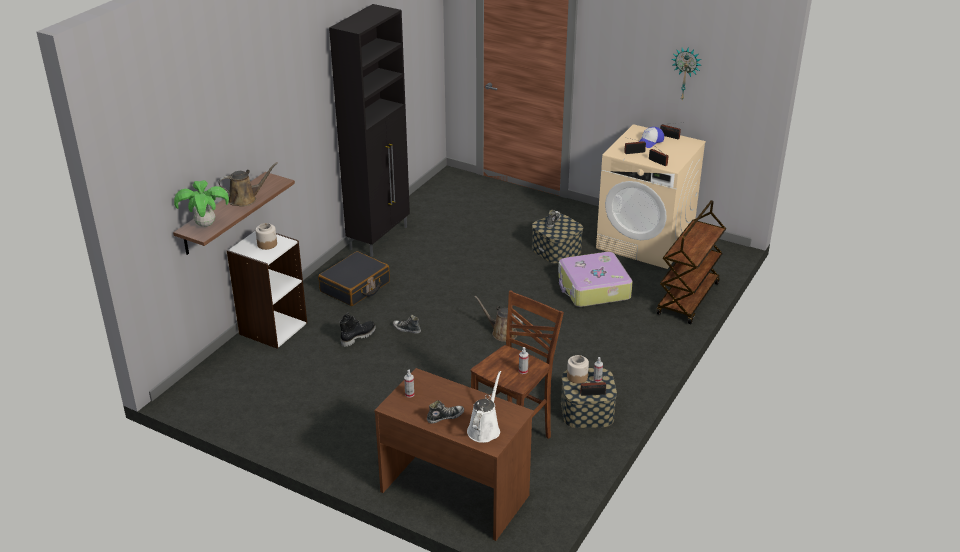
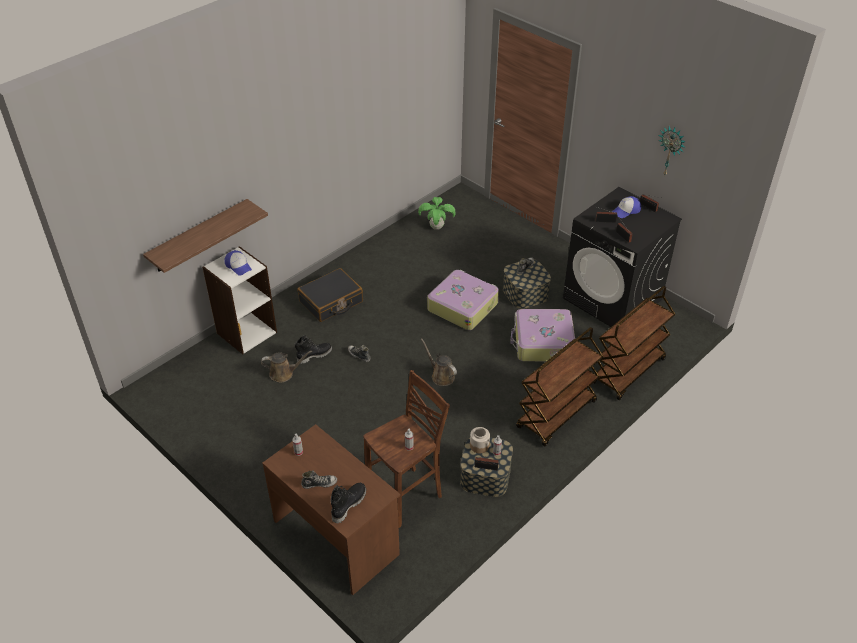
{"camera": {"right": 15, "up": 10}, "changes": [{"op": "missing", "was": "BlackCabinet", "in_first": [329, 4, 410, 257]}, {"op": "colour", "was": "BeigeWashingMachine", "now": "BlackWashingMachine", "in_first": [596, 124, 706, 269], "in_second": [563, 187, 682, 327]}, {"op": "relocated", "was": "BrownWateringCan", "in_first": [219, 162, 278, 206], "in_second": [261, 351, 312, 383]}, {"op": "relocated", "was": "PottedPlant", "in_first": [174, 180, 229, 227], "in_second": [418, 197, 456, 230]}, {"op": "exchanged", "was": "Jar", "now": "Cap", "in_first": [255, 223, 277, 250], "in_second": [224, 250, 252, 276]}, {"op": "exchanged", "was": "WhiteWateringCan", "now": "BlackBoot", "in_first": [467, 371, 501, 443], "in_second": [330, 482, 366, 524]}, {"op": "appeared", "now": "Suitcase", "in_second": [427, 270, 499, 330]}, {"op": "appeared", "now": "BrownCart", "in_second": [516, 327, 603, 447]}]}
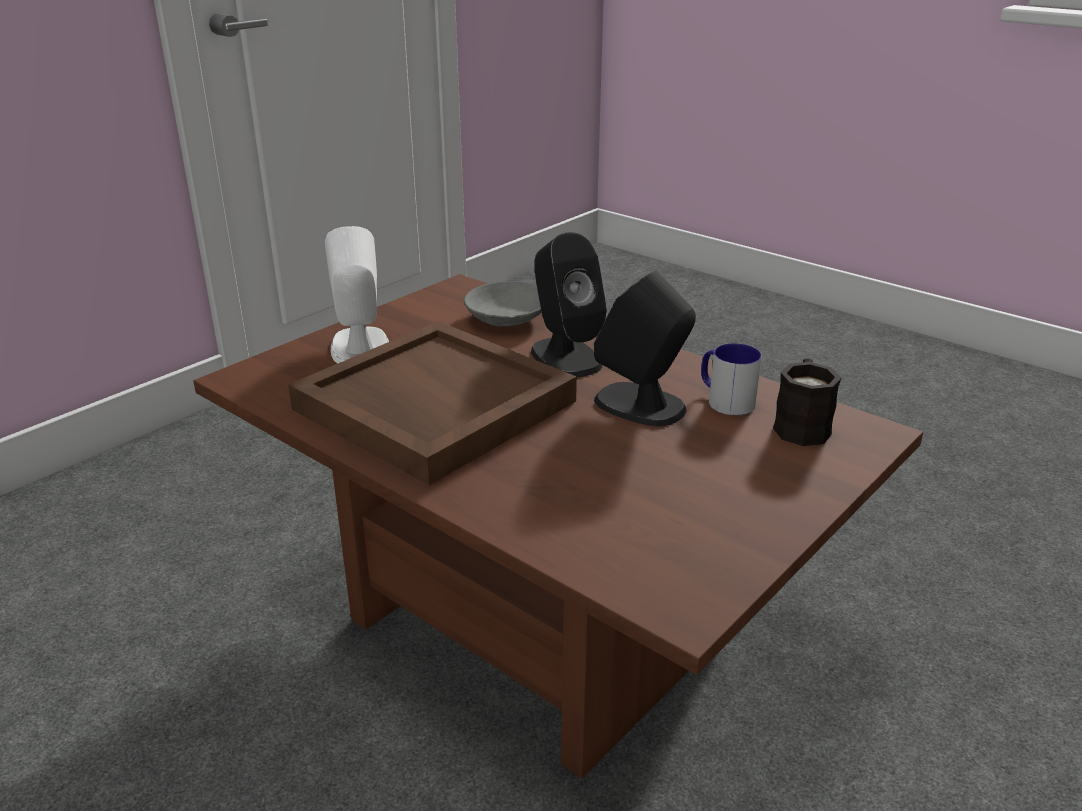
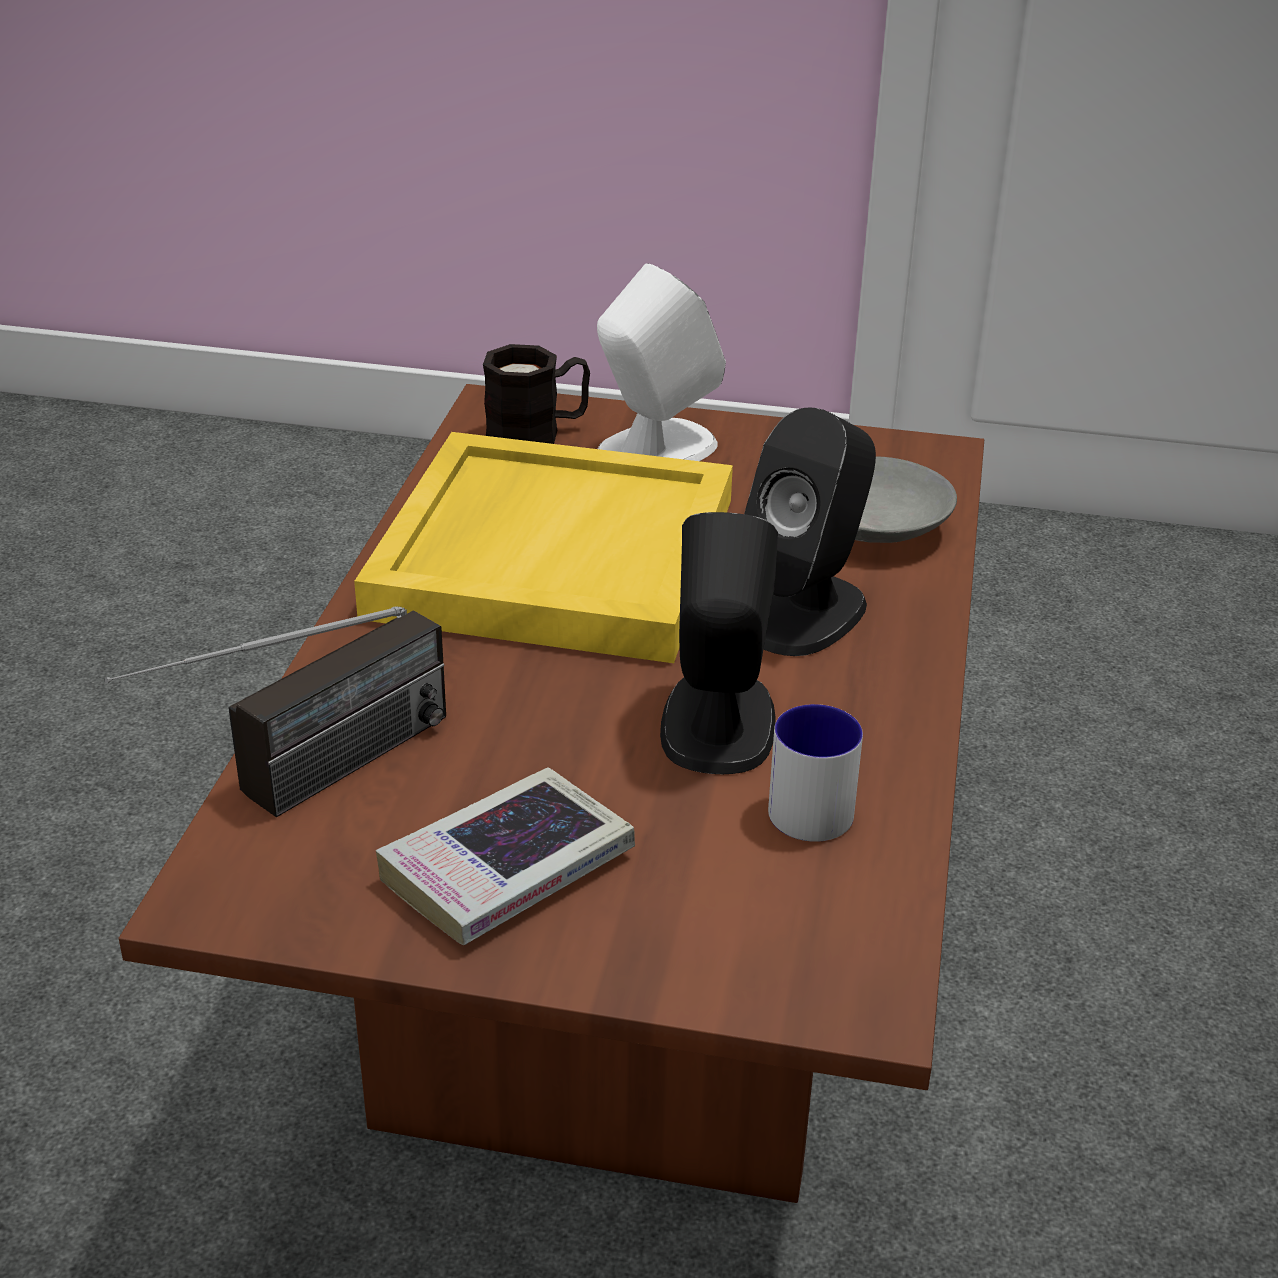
{"camera": {"right": 60, "up": 5}, "changes": [{"op": "colour", "was": "BrownTray", "now": "YellowTray", "in_first": [288, 321, 577, 485], "in_second": [354, 432, 733, 663]}, {"op": "relocated", "was": "BlackMug", "in_first": [773, 358, 841, 446], "in_second": [483, 344, 590, 444]}, {"op": "appeared", "now": "Radio", "in_second": [105, 606, 446, 817]}, {"op": "appeared", "now": "Book", "in_second": [376, 768, 635, 945]}]}
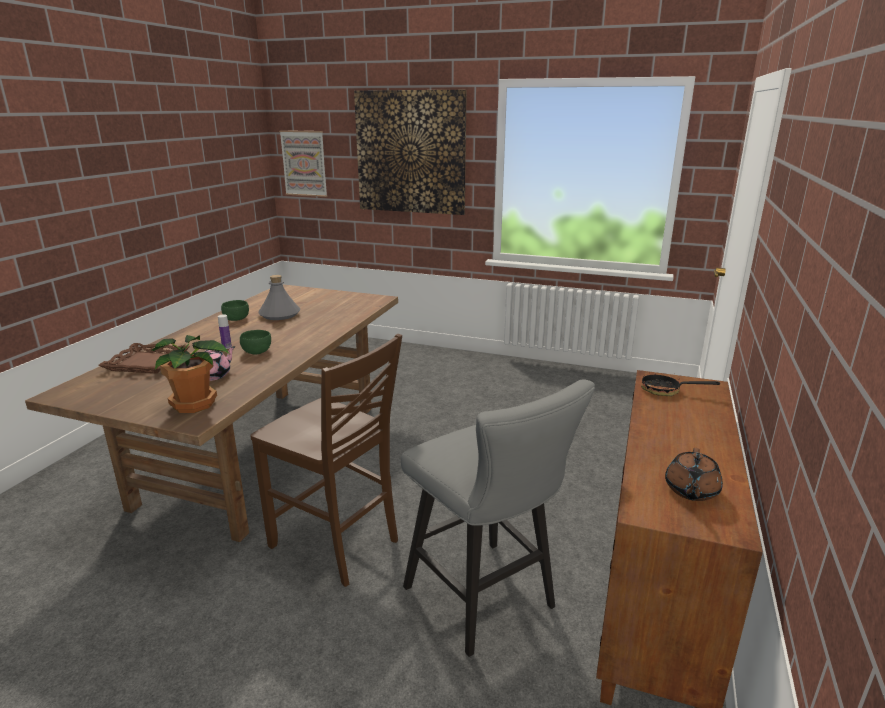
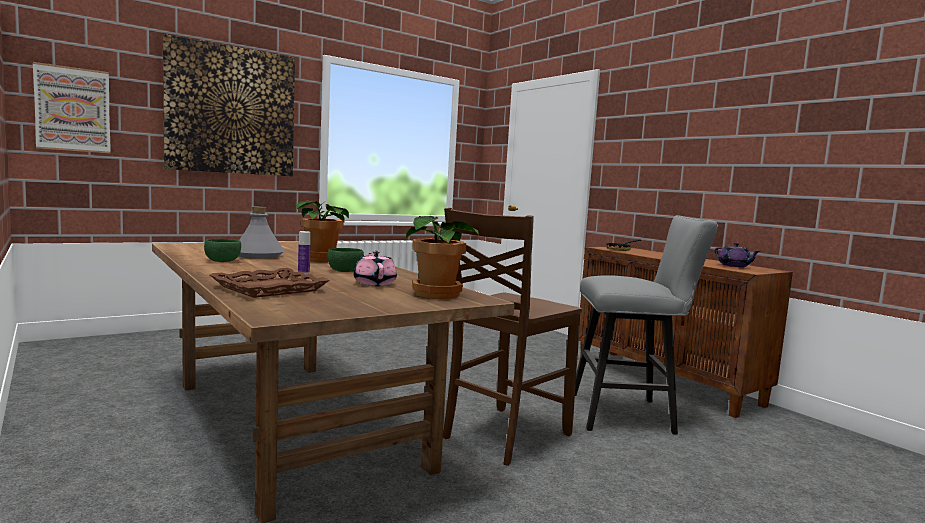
{"camera": {"right": -55, "up": -15}, "changes": [{"op": "spun", "was": "BrownChair", "in_first": [250, 334, 402, 587], "in_second": [443, 208, 582, 466], "clockwise": 150}, {"op": "colour", "was": "BrownTeapot", "now": "PurpleTeapot", "in_first": [665, 448, 723, 501], "in_second": [715, 243, 760, 267]}, {"op": "appeared", "now": "PottedPlant", "in_second": [296, 201, 349, 262]}]}
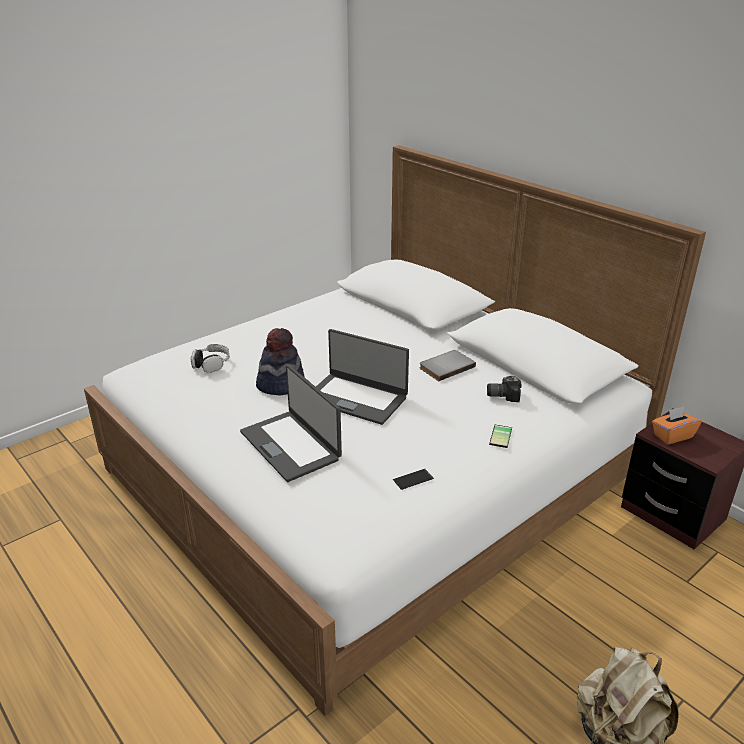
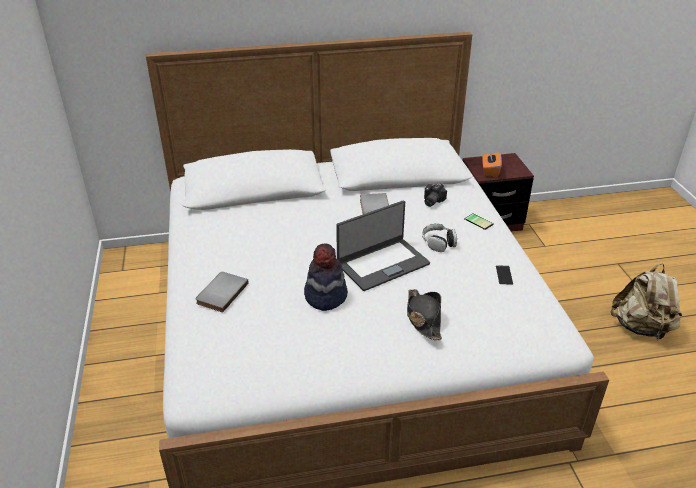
{"camera": {"right": -60, "up": 5}, "changes": [{"op": "relocated", "was": "Headphones", "in_first": [191, 344, 230, 373], "in_second": [422, 223, 457, 252]}, {"op": "exchanged", "was": "Laptop", "now": "BlackHat", "in_first": [240, 365, 342, 482], "in_second": [407, 289, 442, 340]}, {"op": "appeared", "now": "GreyBook", "in_second": [195, 272, 249, 313]}]}
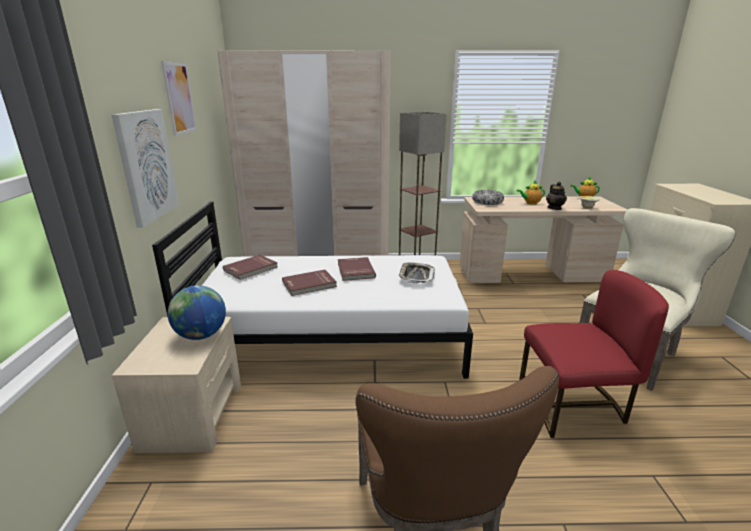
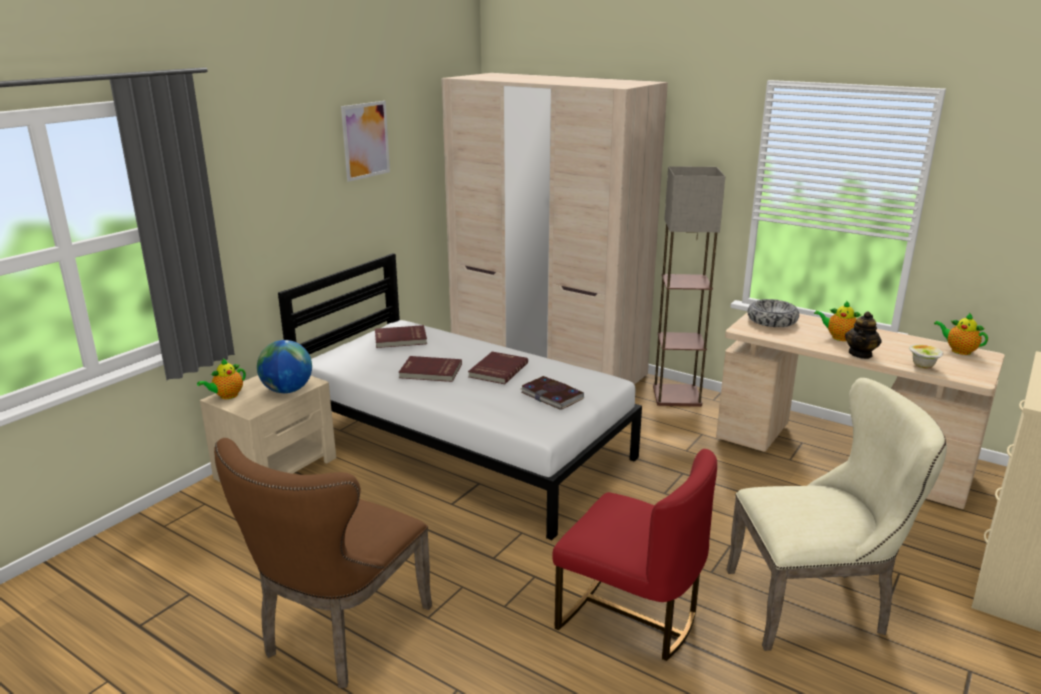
{"camera": {"right": 35, "up": 0}, "changes": [{"op": "missing", "was": "Picture", "in_first": [112, 109, 180, 228]}, {"op": "exchanged", "was": "Tray", "now": "Book", "in_first": [399, 262, 435, 284], "in_second": [520, 376, 584, 410]}, {"op": "appeared", "now": "Teapot", "in_second": [197, 358, 246, 399]}]}
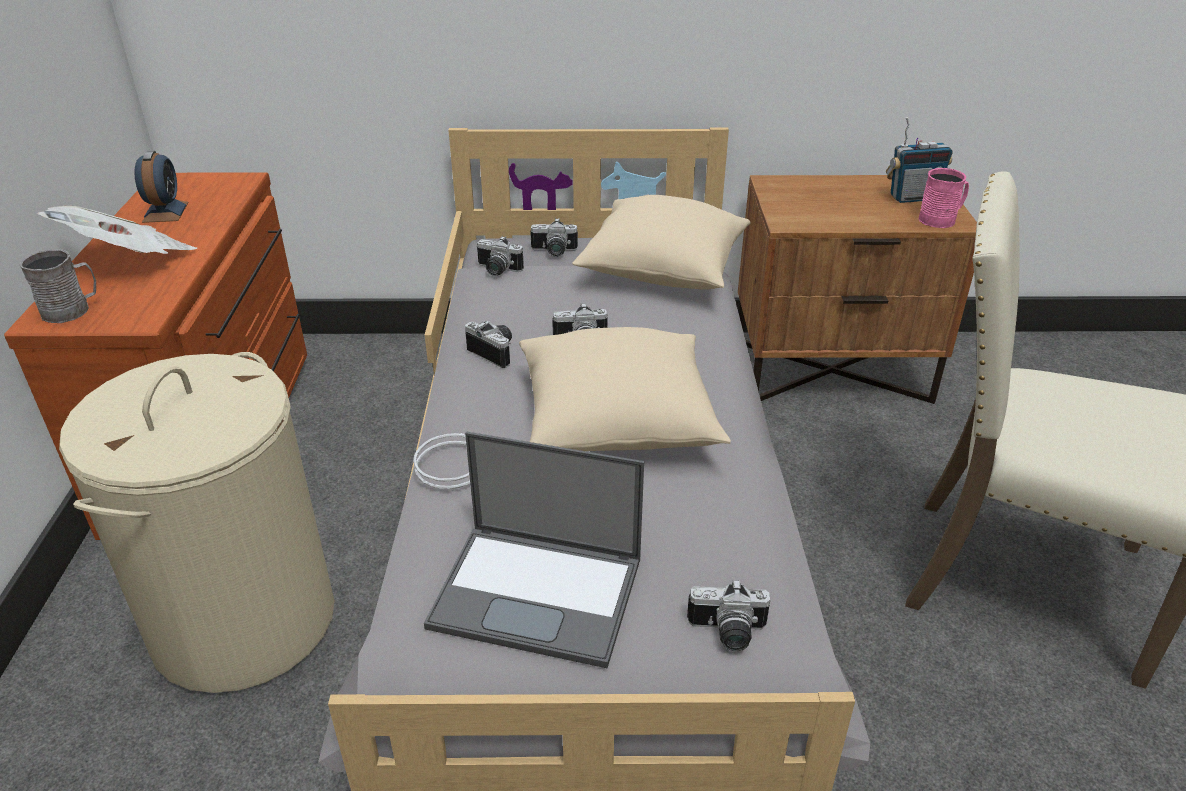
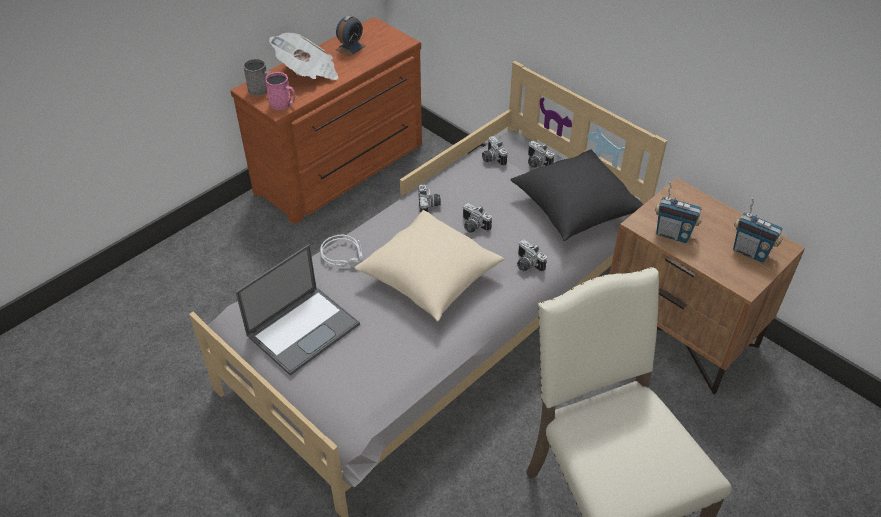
{"camera": {"right": 45, "up": 10}, "changes": [{"op": "relocated", "was": "PinkMug", "in_first": [919, 168, 969, 228], "in_second": [265, 72, 295, 110]}, {"op": "colour", "was": "BeigePillow", "now": "BlackPillow", "in_first": [572, 195, 751, 290], "in_second": [511, 149, 644, 241]}, {"op": "missing", "was": "BeigeLaundryBasket", "in_first": [59, 352, 335, 693]}, {"op": "spun", "was": "Laptop", "in_first": [424, 432, 644, 668], "in_second": [236, 244, 360, 376], "clockwise": -105}, {"op": "relocated", "was": "PhotoCamera", "in_first": [687, 579, 770, 651], "in_second": [517, 239, 547, 272]}, {"op": "appeared", "now": "Radio", "in_second": [655, 182, 703, 243]}]}
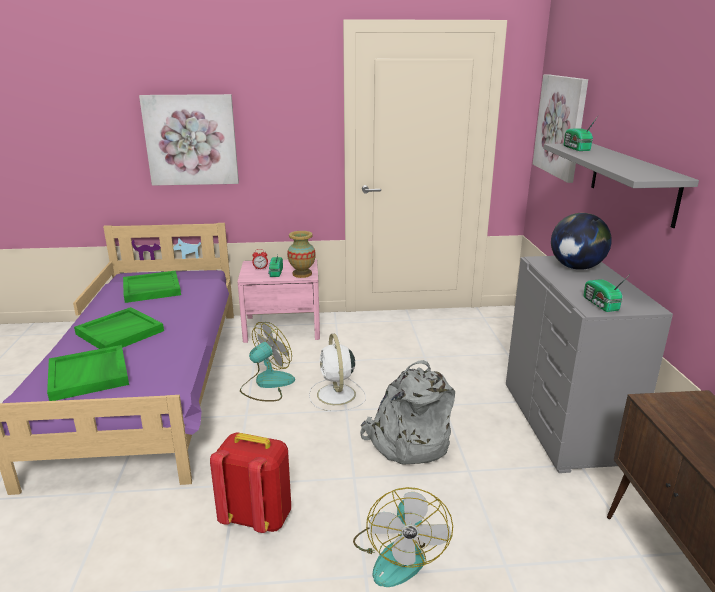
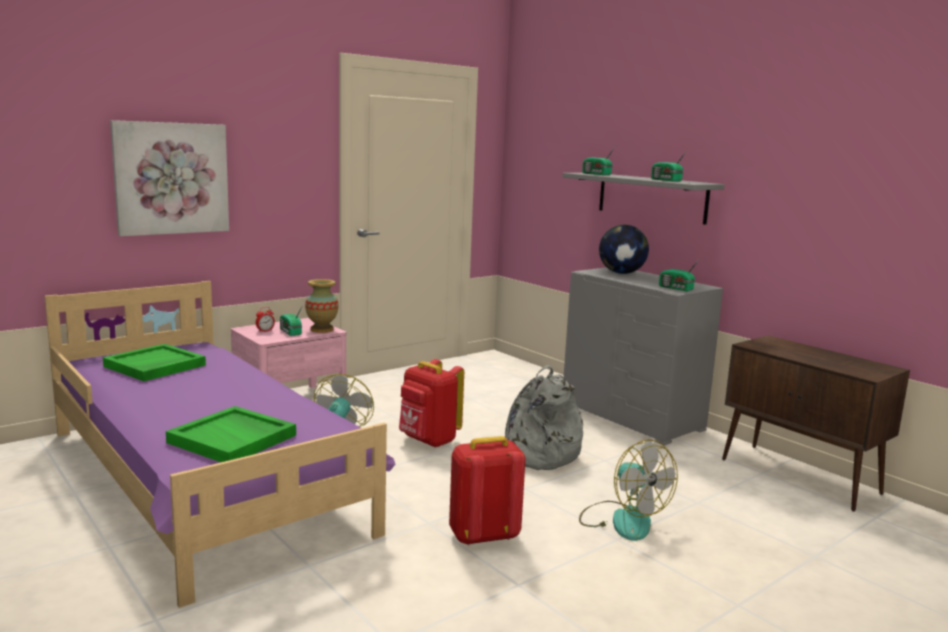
{"camera": {"right": -35, "up": -10}, "changes": [{"op": "missing", "was": "Picture", "in_first": [533, 74, 588, 183]}, {"op": "missing", "was": "GreenTray", "in_first": [74, 307, 164, 349]}, {"op": "exchanged", "was": "WhiteFan", "now": "RedBackpack", "in_first": [309, 334, 366, 411], "in_second": [399, 359, 464, 447]}, {"op": "appeared", "now": "Radio", "in_second": [651, 150, 687, 181]}]}
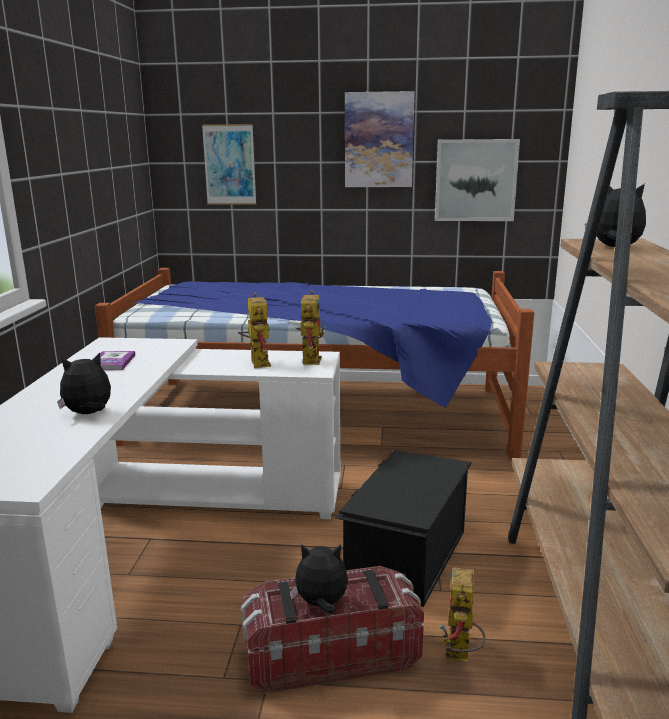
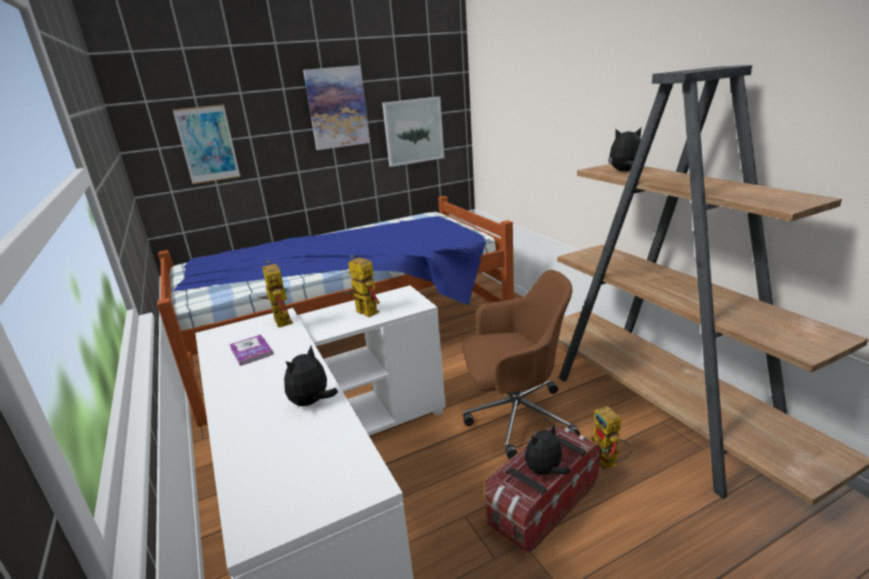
{"camera": {"right": -30, "up": 5}, "changes": [{"op": "relocated", "was": "ToyRobot", "in_first": [296, 290, 327, 365], "in_second": [258, 261, 293, 328]}, {"op": "exchanged", "was": "BlackStorageBox", "now": "BrownOfficeChair", "in_first": [336, 450, 471, 607], "in_second": [462, 270, 580, 459]}]}
